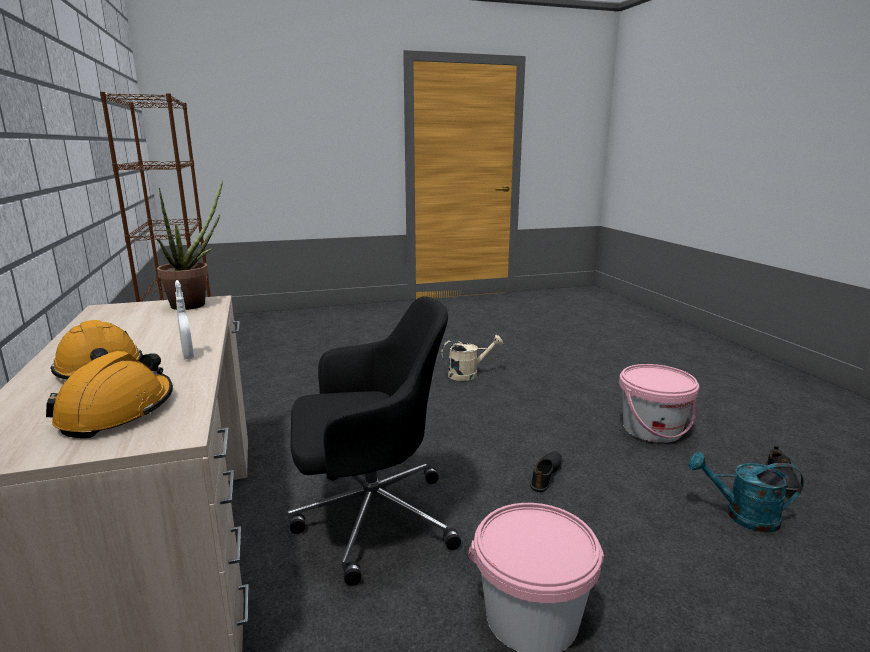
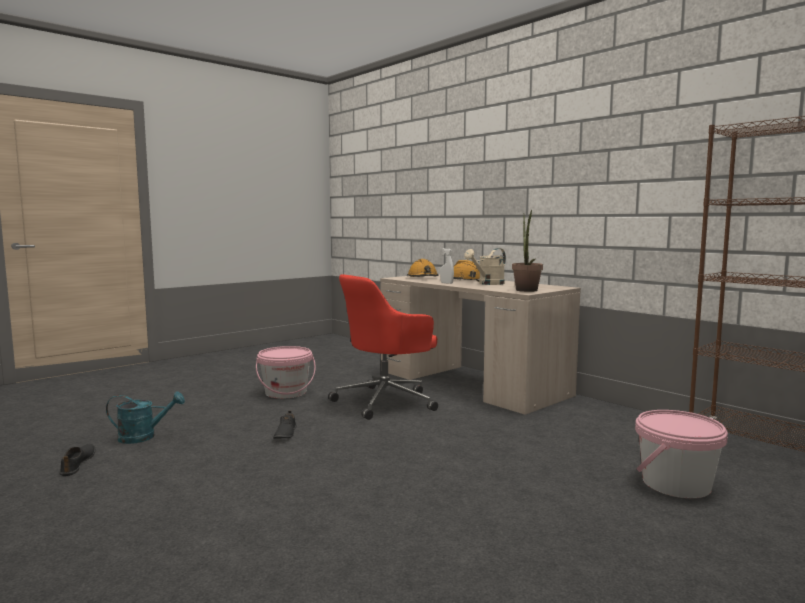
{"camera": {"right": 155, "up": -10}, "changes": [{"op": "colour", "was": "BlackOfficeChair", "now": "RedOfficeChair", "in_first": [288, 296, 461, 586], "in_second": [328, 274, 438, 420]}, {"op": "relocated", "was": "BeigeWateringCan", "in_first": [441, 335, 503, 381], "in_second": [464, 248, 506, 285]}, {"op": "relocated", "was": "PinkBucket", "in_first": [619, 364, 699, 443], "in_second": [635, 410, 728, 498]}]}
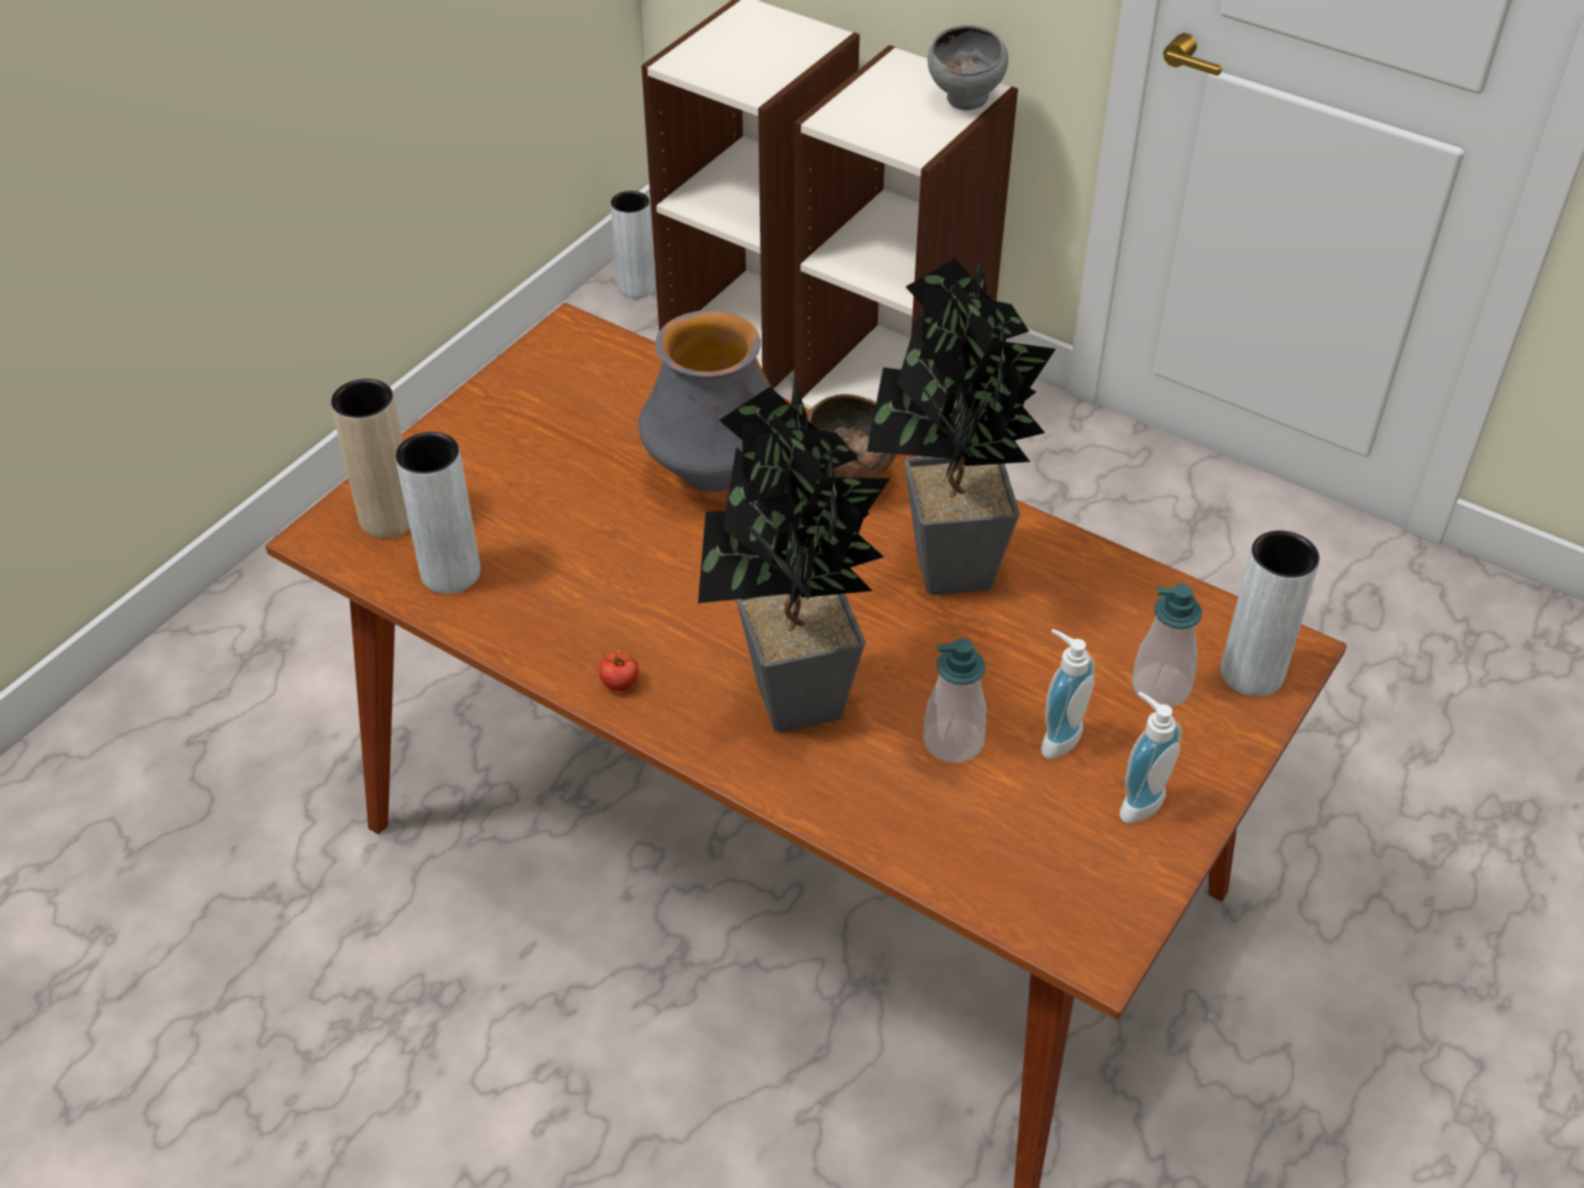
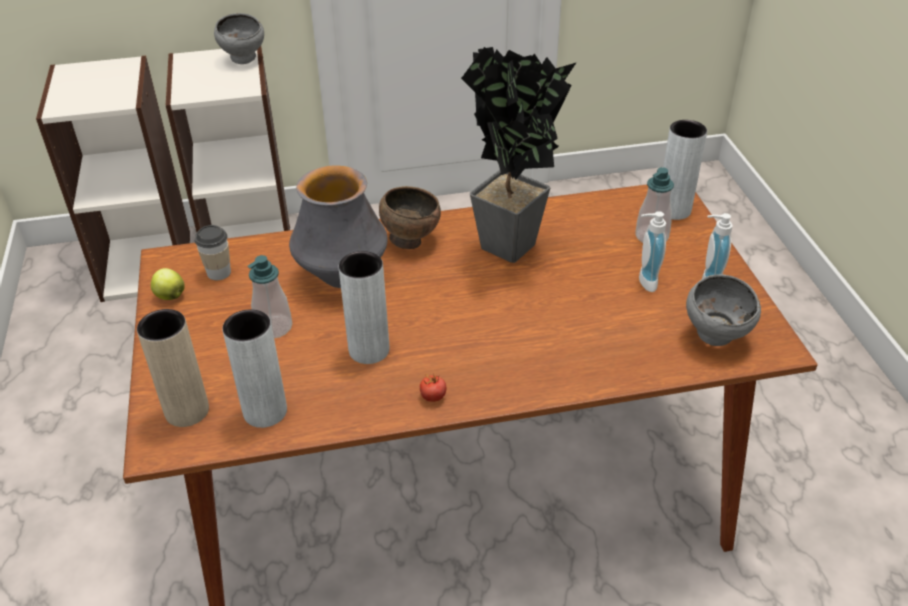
{"camera": {"right": -45, "up": -5}, "changes": [{"op": "relocated", "was": "GreyVase", "in_first": [610, 191, 655, 299], "in_second": [339, 251, 389, 364]}, {"op": "missing", "was": "PottedPlant", "in_first": [698, 379, 890, 733]}, {"op": "relocated", "was": "SoapDispenser", "in_first": [923, 638, 986, 763], "in_second": [248, 255, 292, 339]}, {"op": "appeared", "now": "Cup", "in_second": [195, 225, 231, 280]}, {"op": "appeared", "now": "Apple", "in_second": [151, 268, 185, 300]}, {"op": "appeared", "now": "GreyBowl", "in_second": [686, 274, 761, 346]}]}
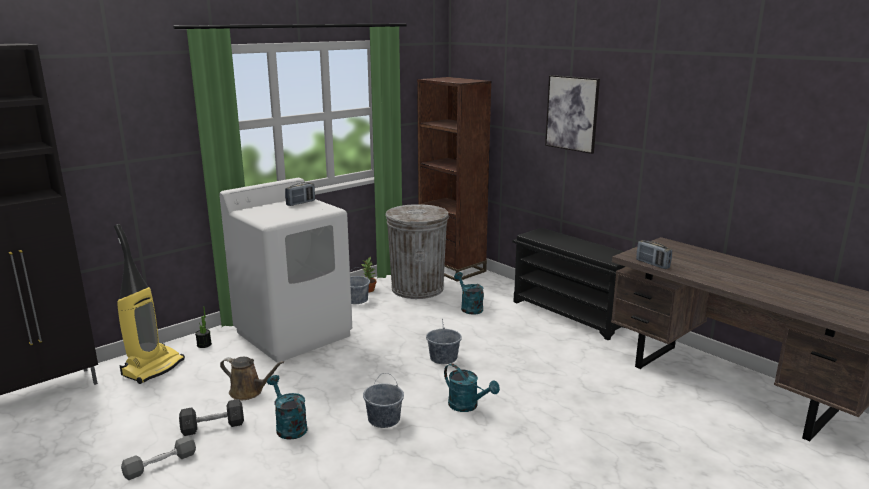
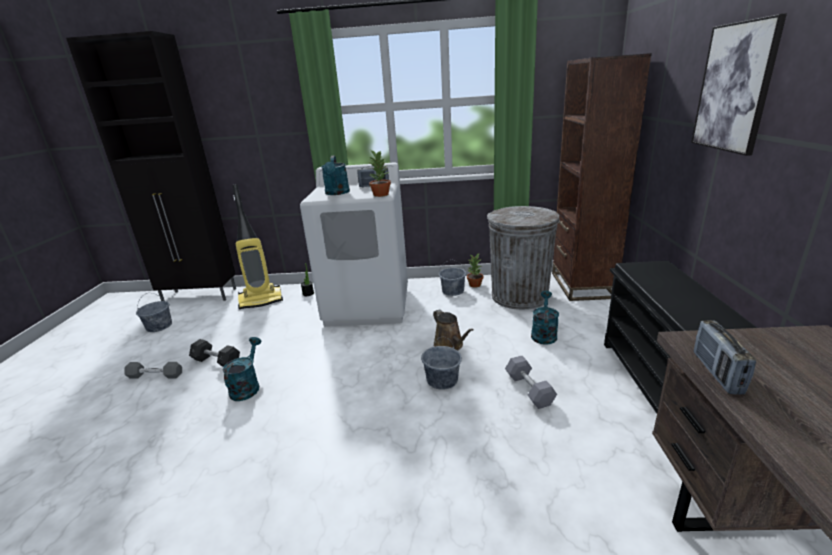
{"camera": {"right": 45, "up": 5}, "changes": [{"op": "relocated", "was": "BrownWateringCan", "in_first": [220, 357, 284, 400], "in_second": [433, 309, 474, 351]}, {"op": "relocated", "was": "TurquoiseWateringCan", "in_first": [444, 363, 500, 412], "in_second": [321, 155, 350, 195]}, {"op": "relocated", "was": "GreyBucket", "in_first": [363, 373, 404, 428], "in_second": [136, 293, 172, 332]}, {"op": "appeared", "now": "PottedPlant", "in_second": [369, 150, 391, 197]}, {"op": "appeared", "now": "GreyDumbbell", "in_second": [505, 356, 557, 409]}]}
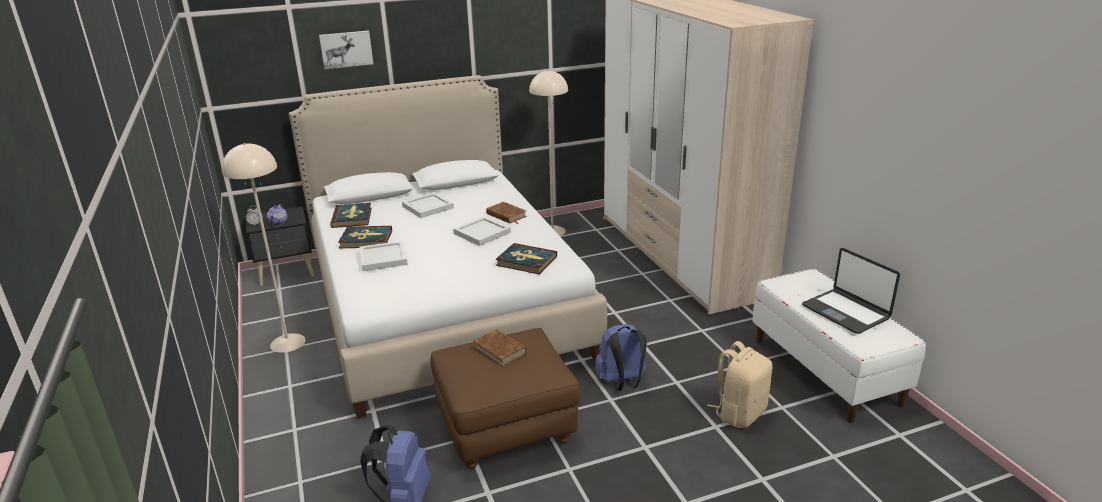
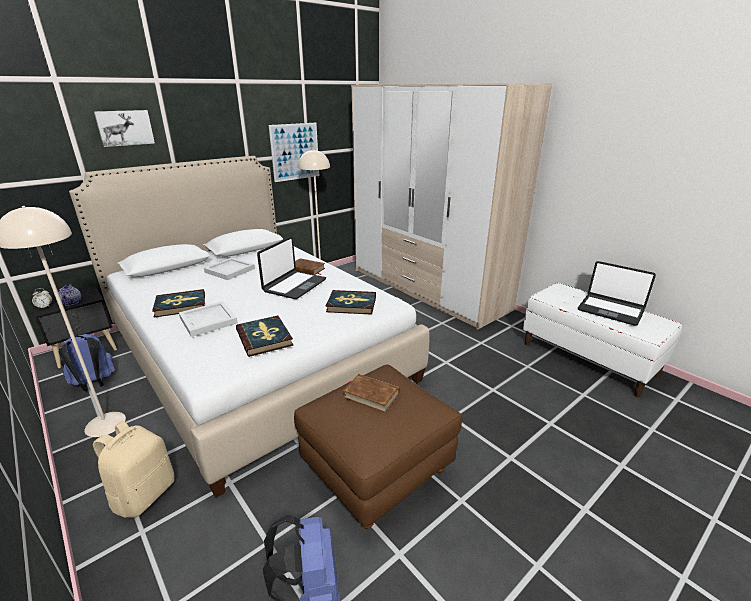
{"camera": {"right": -20, "up": 0}, "changes": [{"op": "relocated", "was": "Book", "in_first": [330, 203, 372, 228], "in_second": [236, 316, 293, 357]}, {"op": "exchanged", "was": "WhiteTray", "now": "Laptop", "in_first": [453, 216, 511, 246], "in_second": [257, 237, 326, 299]}, {"op": "relocated", "was": "BlueBackpack", "in_first": [595, 324, 647, 391], "in_second": [59, 334, 115, 391]}, {"op": "relocated", "was": "BeigeBackpack", "in_first": [707, 341, 772, 428], "in_second": [93, 421, 175, 518]}, {"op": "appeared", "now": "Picture", "in_second": [269, 123, 319, 182]}]}
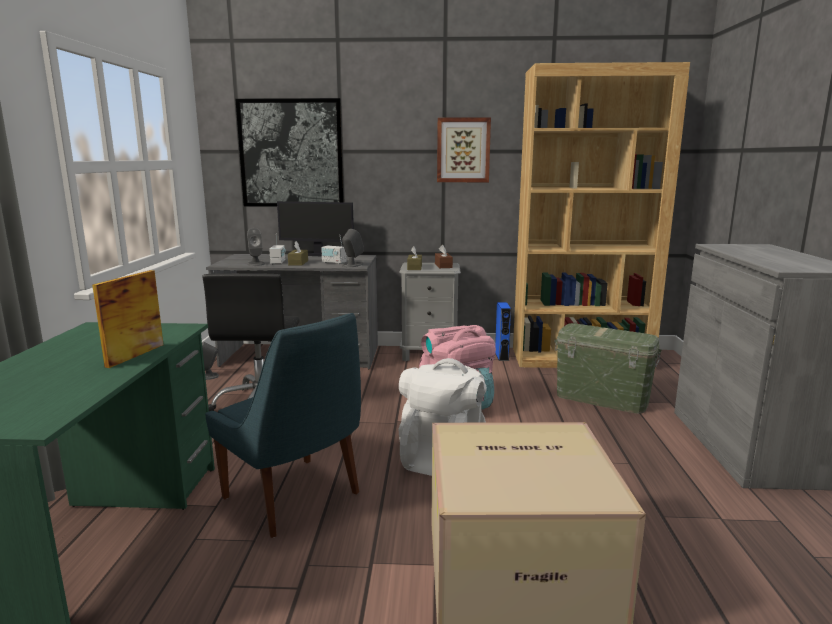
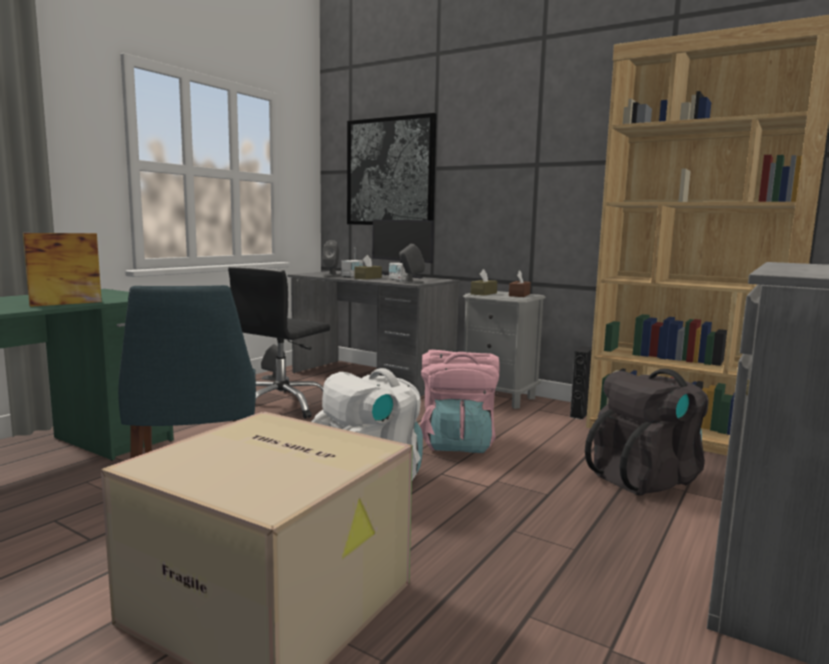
{"camera": {"right": 30, "up": -5}, "changes": [{"op": "missing", "was": "Picture", "in_first": [437, 117, 491, 182]}, {"op": "colour", "was": "BlueSpeaker", "now": "BlackSpeaker", "in_first": [495, 302, 511, 361], "in_second": [570, 346, 592, 420]}, {"op": "exchanged", "was": "GreenStorageBox", "now": "BlackBackpack", "in_first": [555, 323, 662, 414], "in_second": [585, 369, 709, 496]}]}
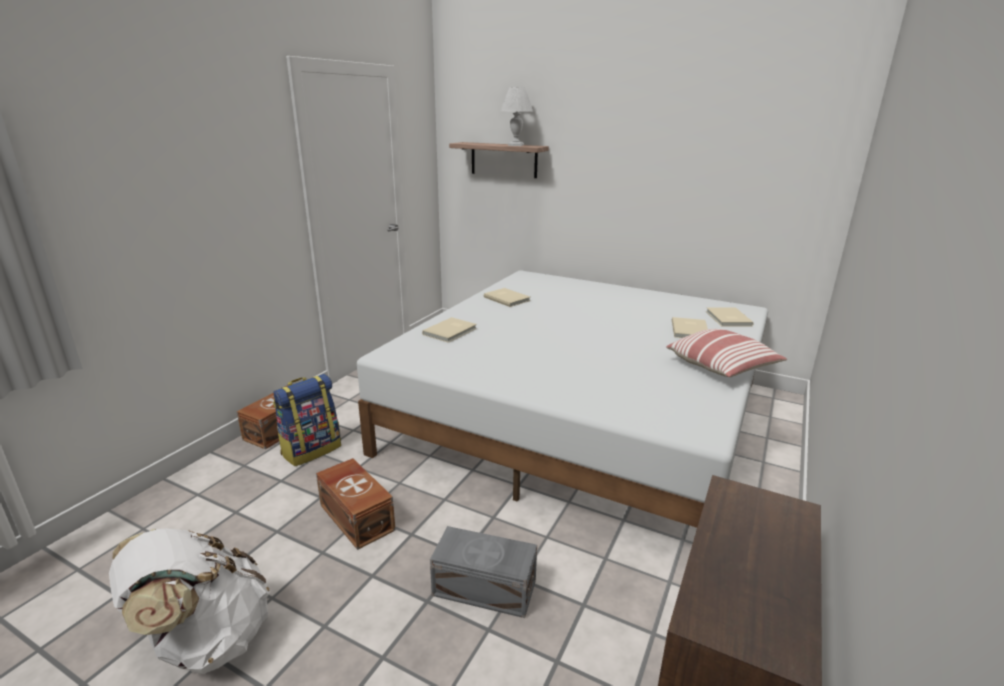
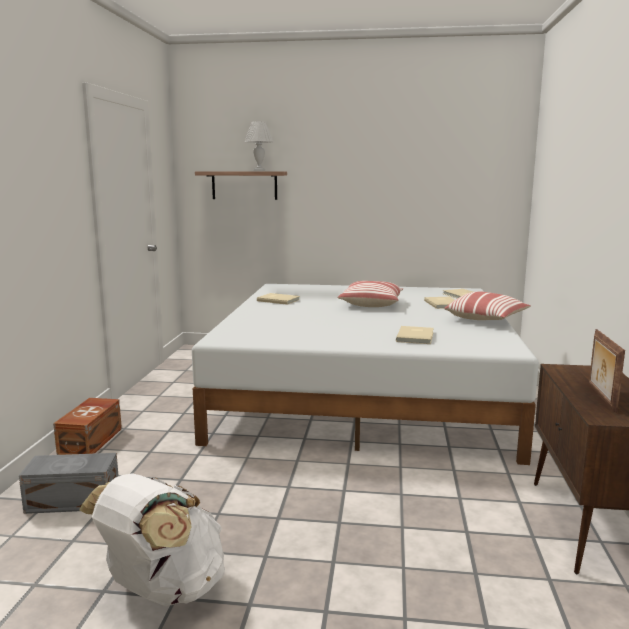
{"camera": {"right": -20, "up": -10}, "changes": [{"op": "relocated", "was": "BeigeBook", "in_first": [422, 317, 477, 343], "in_second": [396, 326, 434, 344]}, {"op": "missing", "was": "Backpack", "in_first": [273, 374, 341, 466]}, {"op": "missing", "was": "BrownStorageBox", "in_first": [316, 458, 395, 550]}, {"op": "relocated", "was": "GreyStorageBox", "in_first": [430, 526, 537, 618], "in_second": [19, 453, 119, 514]}, {"op": "appeared", "now": "Pillow", "in_second": [338, 281, 403, 307]}, {"op": "appeared", "now": "PictureFrame", "in_second": [589, 329, 625, 413]}]}
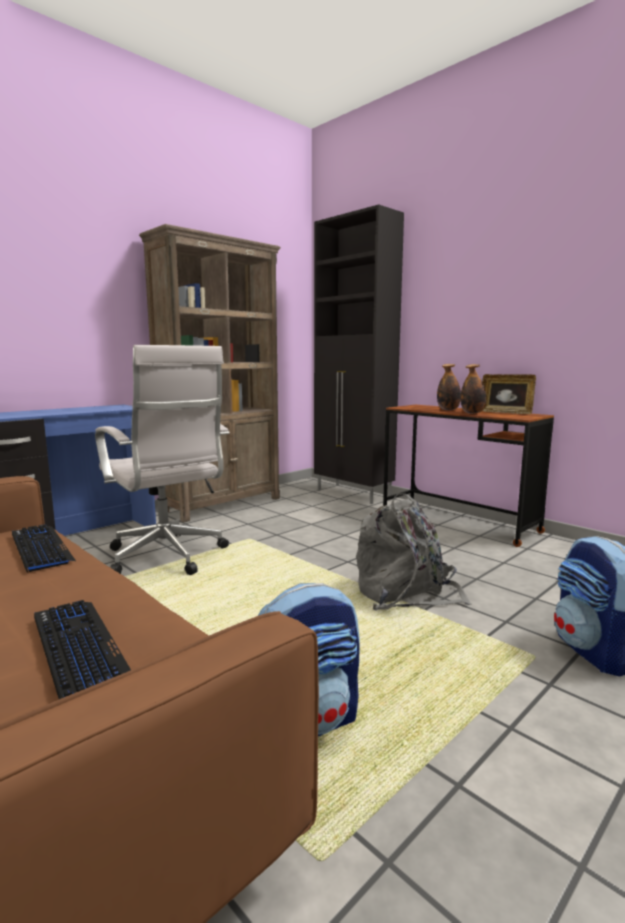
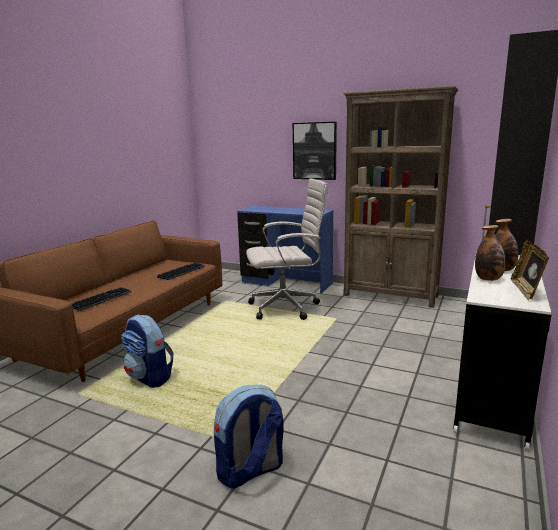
{"camera": {"right": 70, "up": 5}, "changes": [{"op": "spun", "was": "WhiteOfficeChair", "in_first": [95, 345, 230, 575], "in_second": [246, 178, 328, 320], "clockwise": -135}, {"op": "colour", "was": "BrownDesk", "now": "WhiteDesk", "in_first": [383, 405, 554, 547], "in_second": [453, 252, 551, 451]}, {"op": "missing", "was": "GreyBackpack", "in_first": [356, 493, 472, 611]}, {"op": "appeared", "now": "Picture", "in_second": [293, 122, 337, 180]}]}
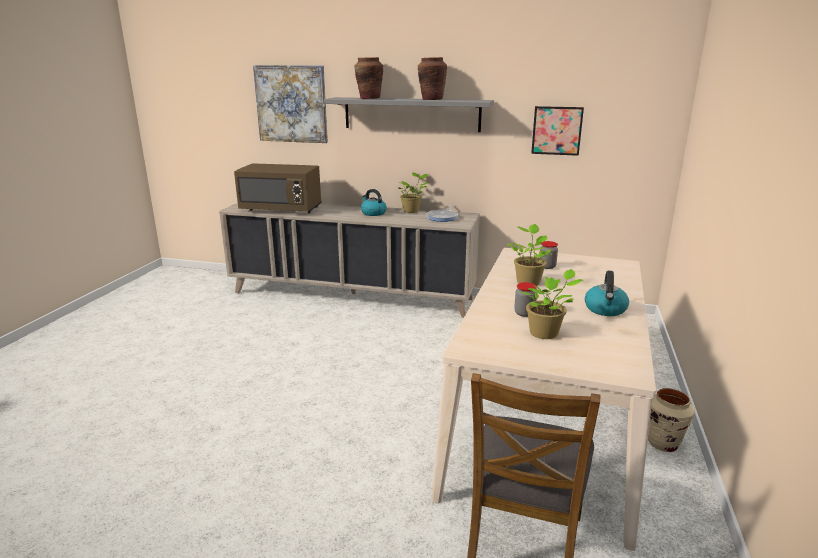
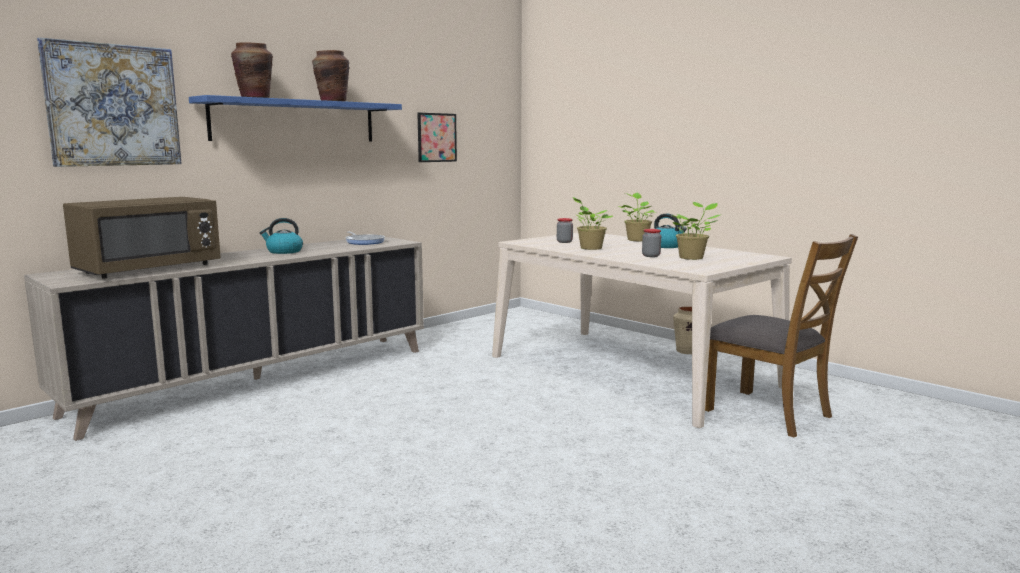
{"camera": {"right": -60, "up": -10}, "changes": [{"op": "colour", "was": "GreyShelf", "now": "BlueShelf", "in_first": [324, 97, 494, 132], "in_second": [189, 95, 402, 141]}, {"op": "relocated", "was": "PottedPlant", "in_first": [399, 172, 429, 213], "in_second": [619, 193, 656, 241]}]}
